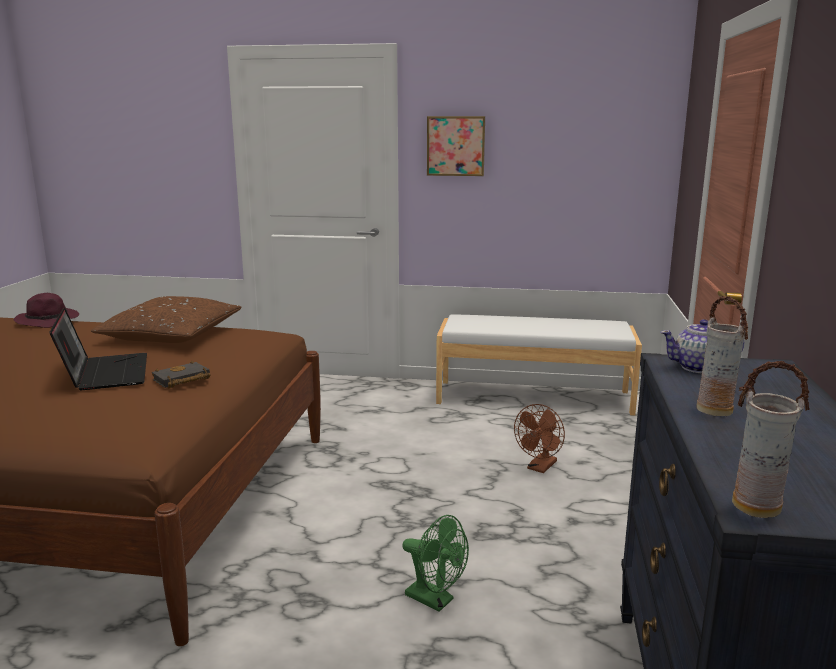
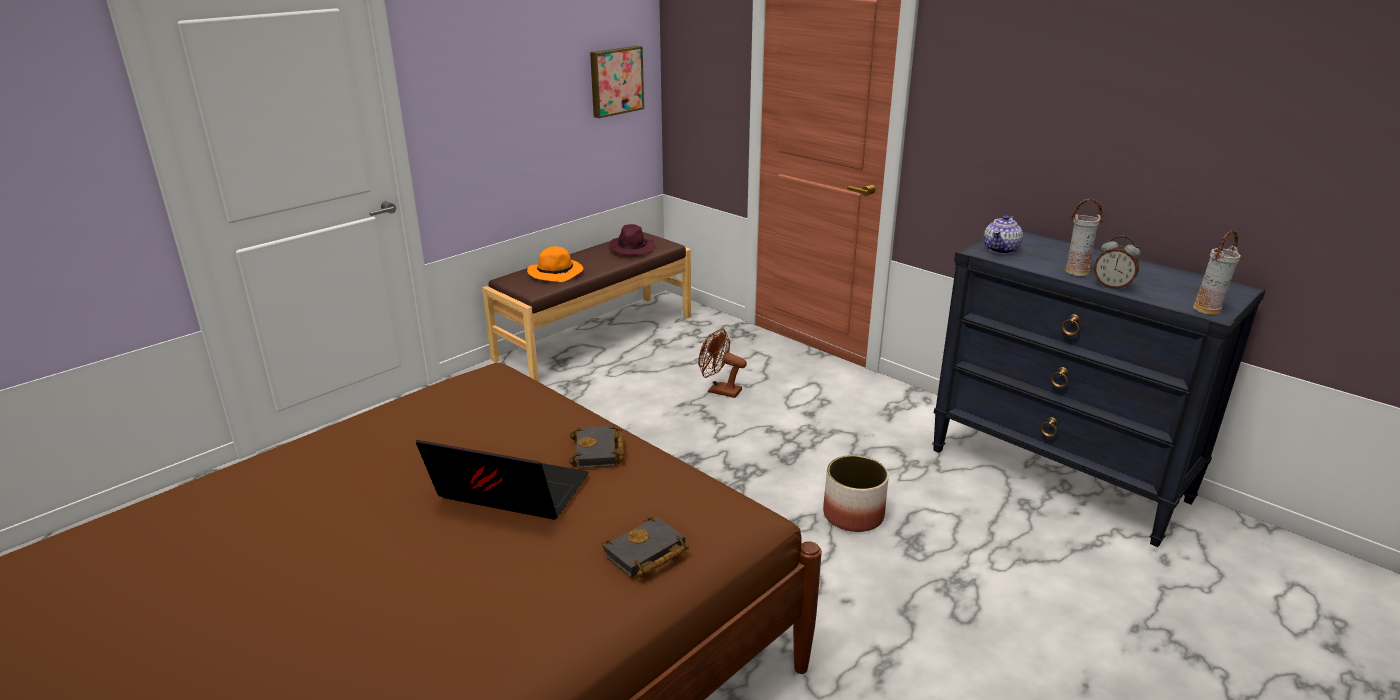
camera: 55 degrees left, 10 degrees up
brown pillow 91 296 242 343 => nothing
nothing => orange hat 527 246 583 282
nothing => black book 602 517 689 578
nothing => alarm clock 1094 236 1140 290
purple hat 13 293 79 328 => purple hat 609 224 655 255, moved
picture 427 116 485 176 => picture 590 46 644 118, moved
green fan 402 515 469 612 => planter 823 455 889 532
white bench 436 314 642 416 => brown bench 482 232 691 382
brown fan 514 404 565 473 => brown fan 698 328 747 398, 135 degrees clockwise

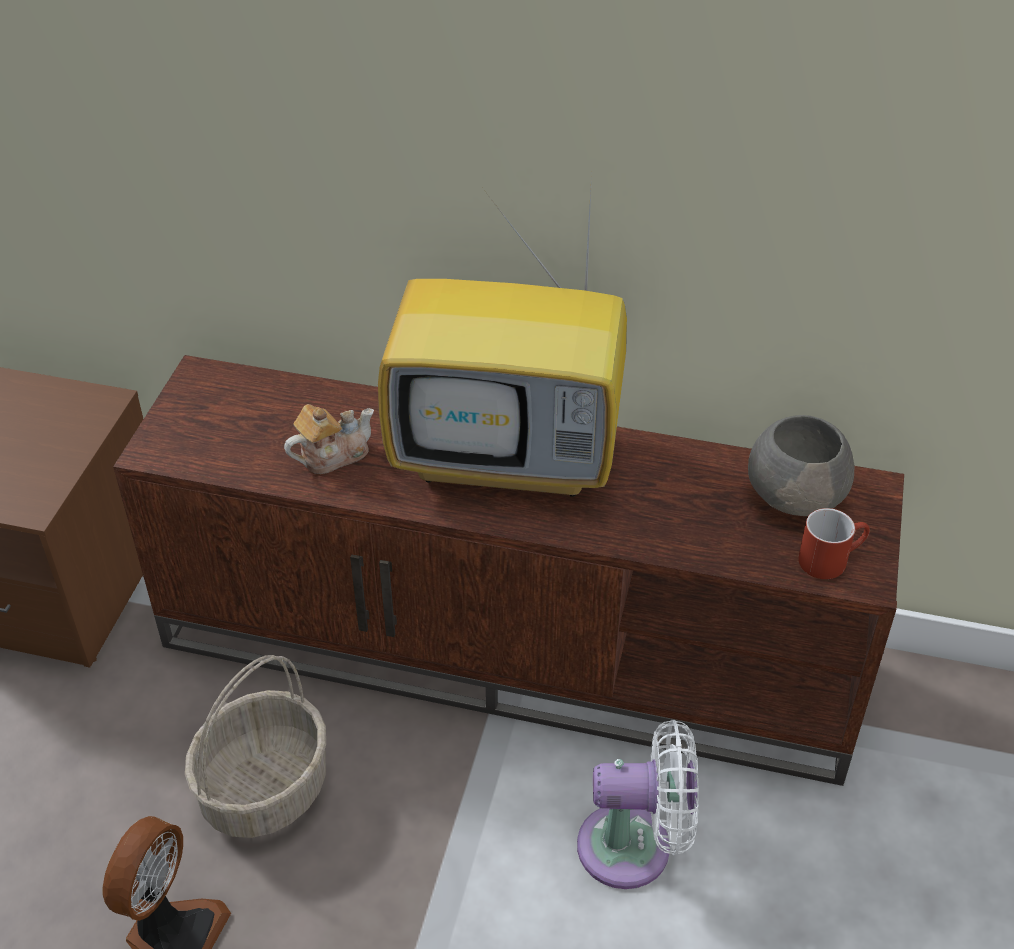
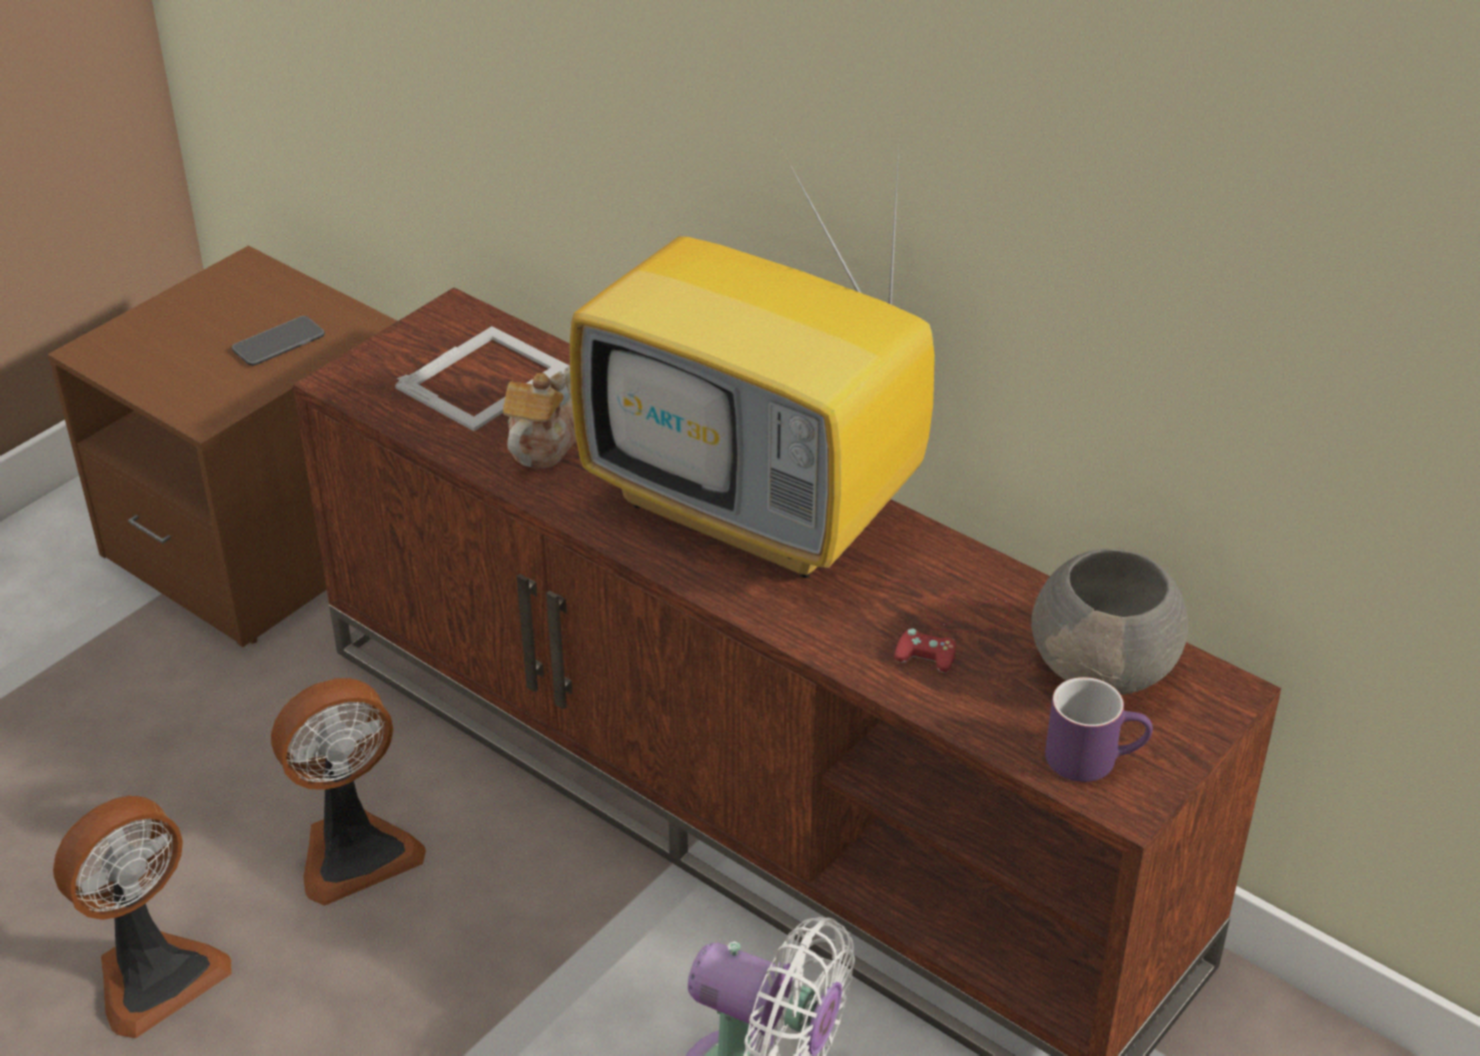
camera: 25 degrees right, 5 degrees down
nothing => phone 232 316 325 366
nothing => picture frame 395 326 569 431
nothing => red game controller 884 581 1010 673
basket 185 655 326 838 => fan 271 678 426 906
red mug 798 508 870 579 => purple mug 1045 677 1153 782
teapot 284 404 374 474 => teapot 503 366 576 469, 60 degrees counterclockwise

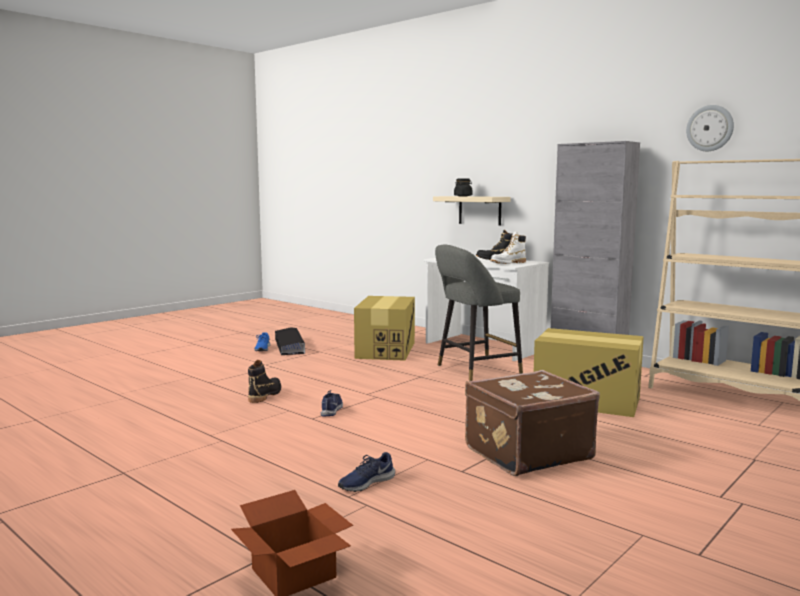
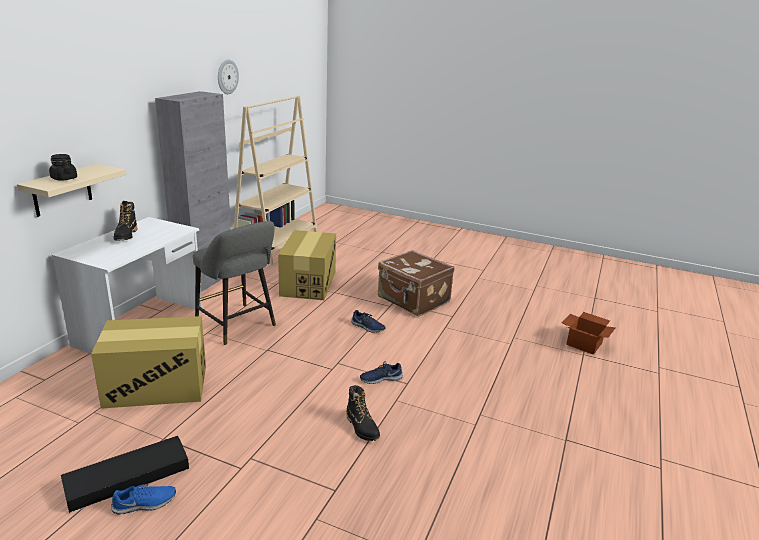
camera: 110 degrees left, 15 degrees up
white boot 490 232 526 264 => nothing
blue shoe 338 452 395 492 => blue shoe 351 310 385 333, moved
black boot 248 360 281 403 => black boot 346 385 380 441, 120 degrees counterclockwise

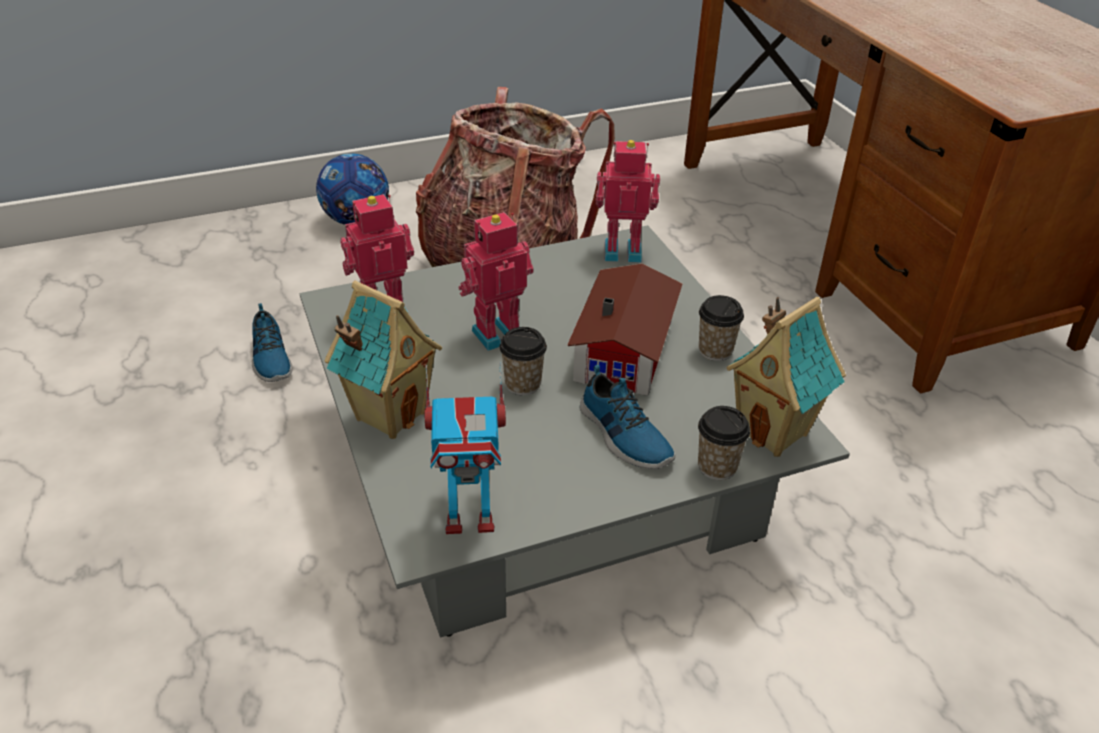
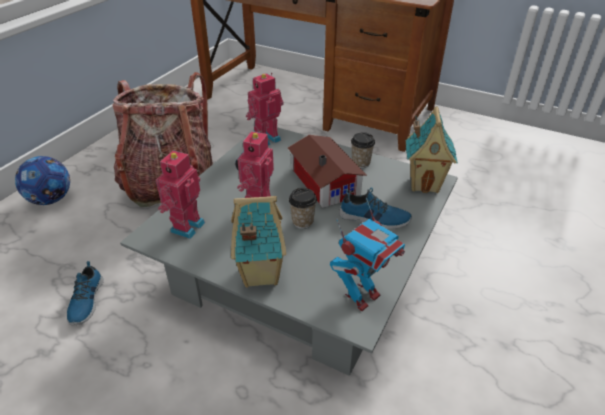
camera: 40 degrees left, 0 degrees up
cup 698 406 750 480 => nothing
shoe 252 303 293 382 => shoe 67 261 104 325, 60 degrees clockwise

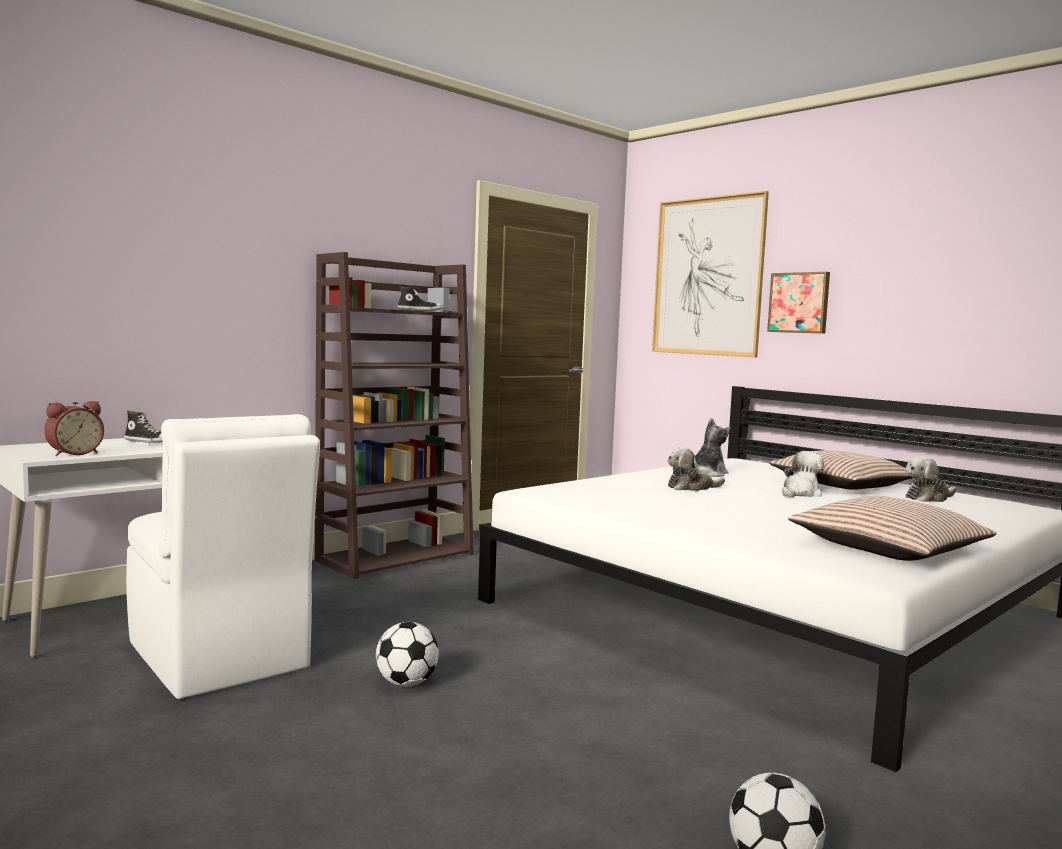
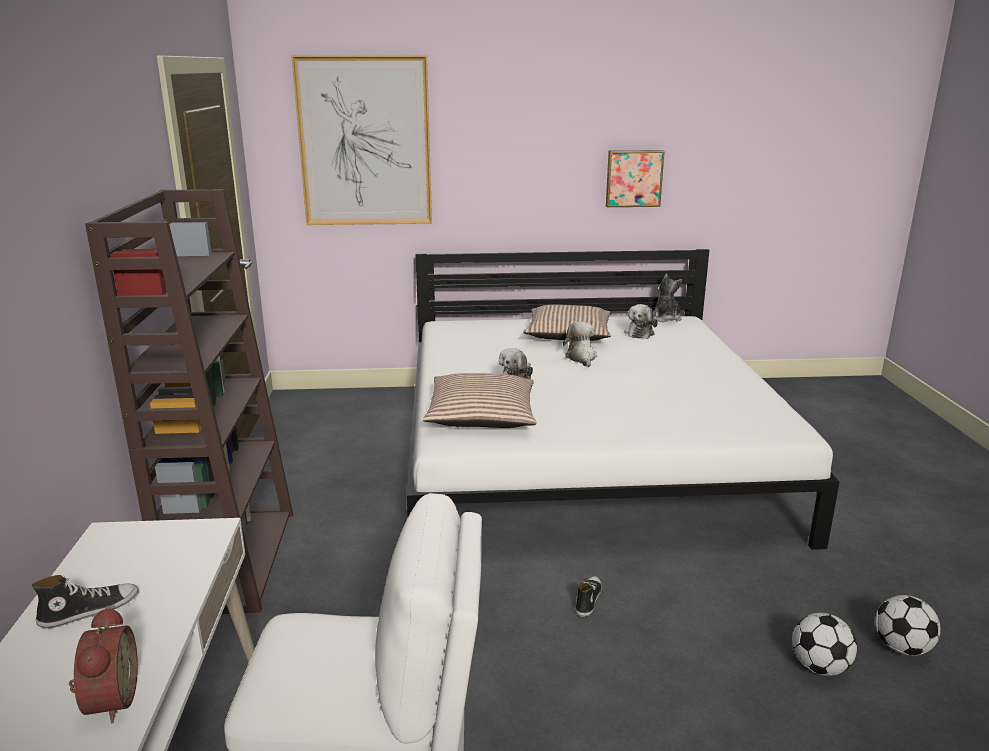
camera: 50 degrees left, 15 degrees up
football 376 622 439 687 => football 792 613 857 676, moved
shoe 397 286 443 311 => shoe 575 576 602 617, moved
plush toy 694 418 730 477 => plush toy 653 274 682 322, moved
picture 767 272 830 334 => picture 606 150 665 207, moved
pillow 788 496 996 561 => pillow 423 373 536 428, moved

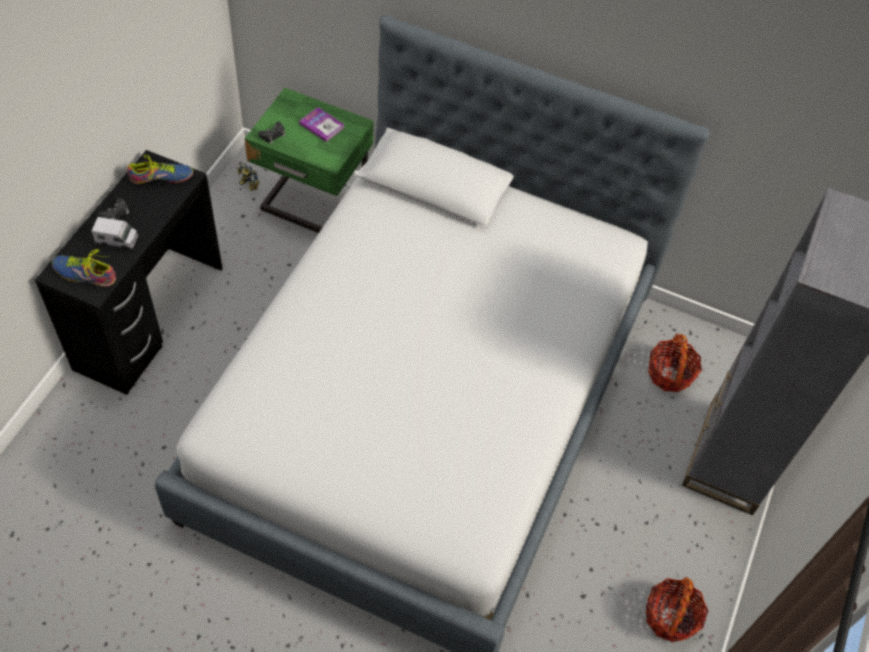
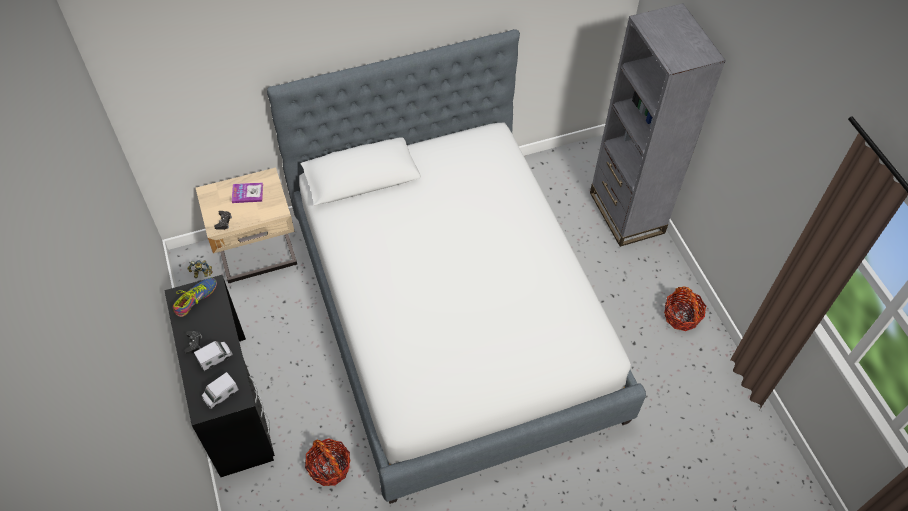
camera: 40 degrees left, 0 degrees up
basket 648 333 702 392 => basket 305 438 350 486, moved
shoe 52 249 116 287 => toy truck 202 372 239 409
green nightstand 245 88 374 233 => beige nightstand 196 168 297 283

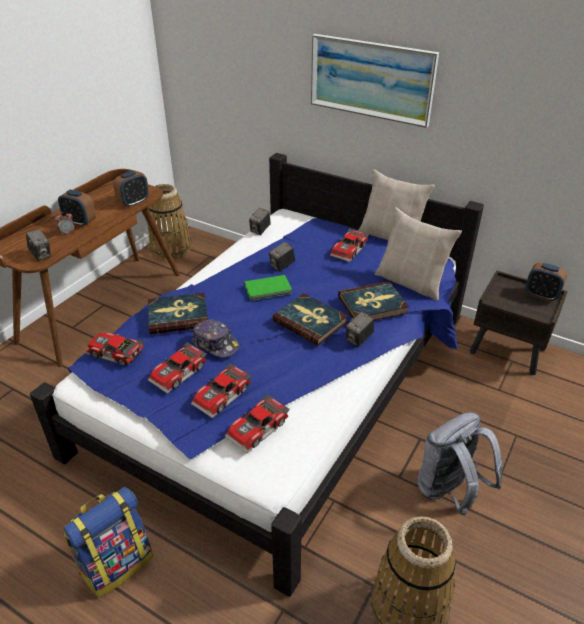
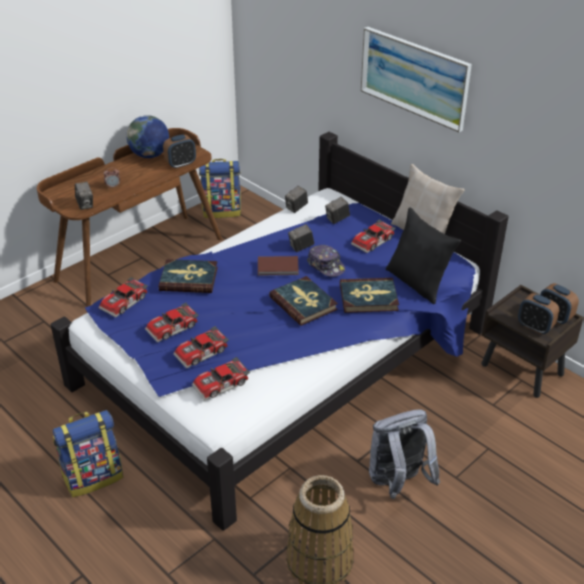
camera: 15 degrees right, 0 degrees up
nothing => globe 126 115 169 158
alarm clock 58 190 96 227 => alarm clock 518 293 559 334, moved
cap 192 319 239 357 => cap 307 245 345 277, moved
photo camera 346 311 374 347 => photo camera 325 197 350 224, moved
basket 148 184 192 260 => backpack 199 159 241 218
green book 244 275 292 301 => brown book 258 256 299 276
beige pillow 375 208 462 301 => black pillow 386 208 461 304
toy car 85 333 144 366 => toy car 99 277 148 318, 90 degrees counterclockwise

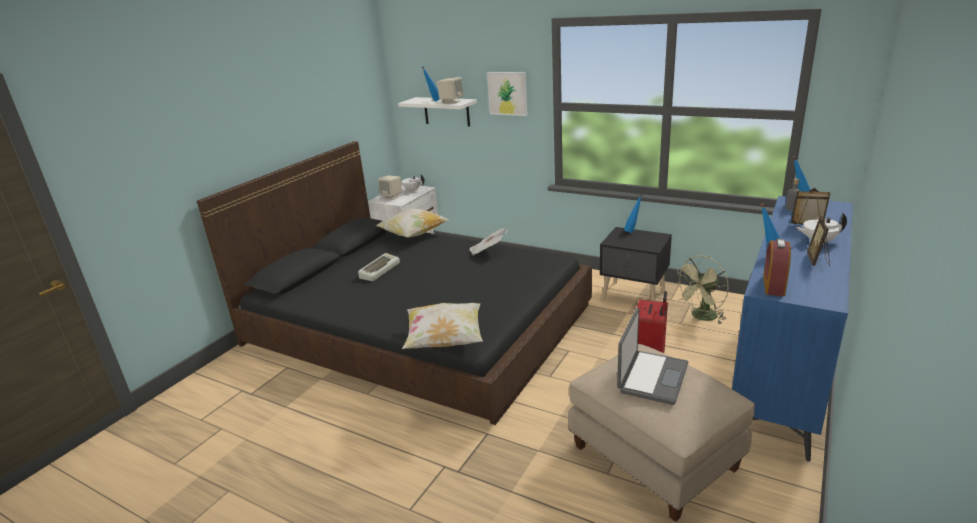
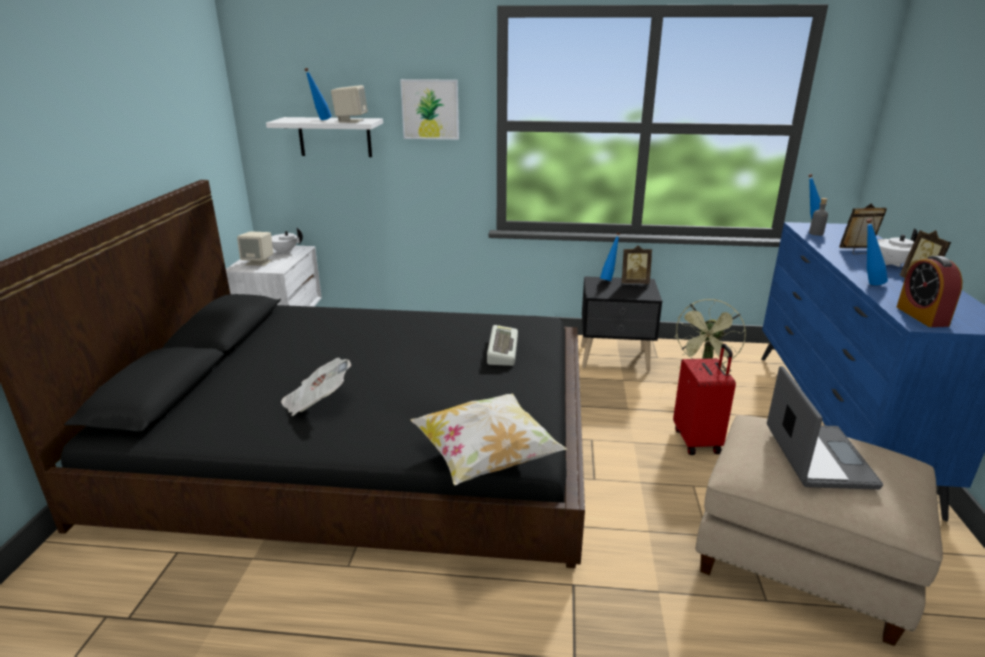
camera: 25 degrees left, 0 degrees up
pillow 376 209 449 238 => nothing
nothing => picture frame 622 245 652 283
keyboard 358 253 400 281 => keyboard 487 325 518 366, moved
newspaper 470 228 508 256 => newspaper 281 357 351 416, moved

